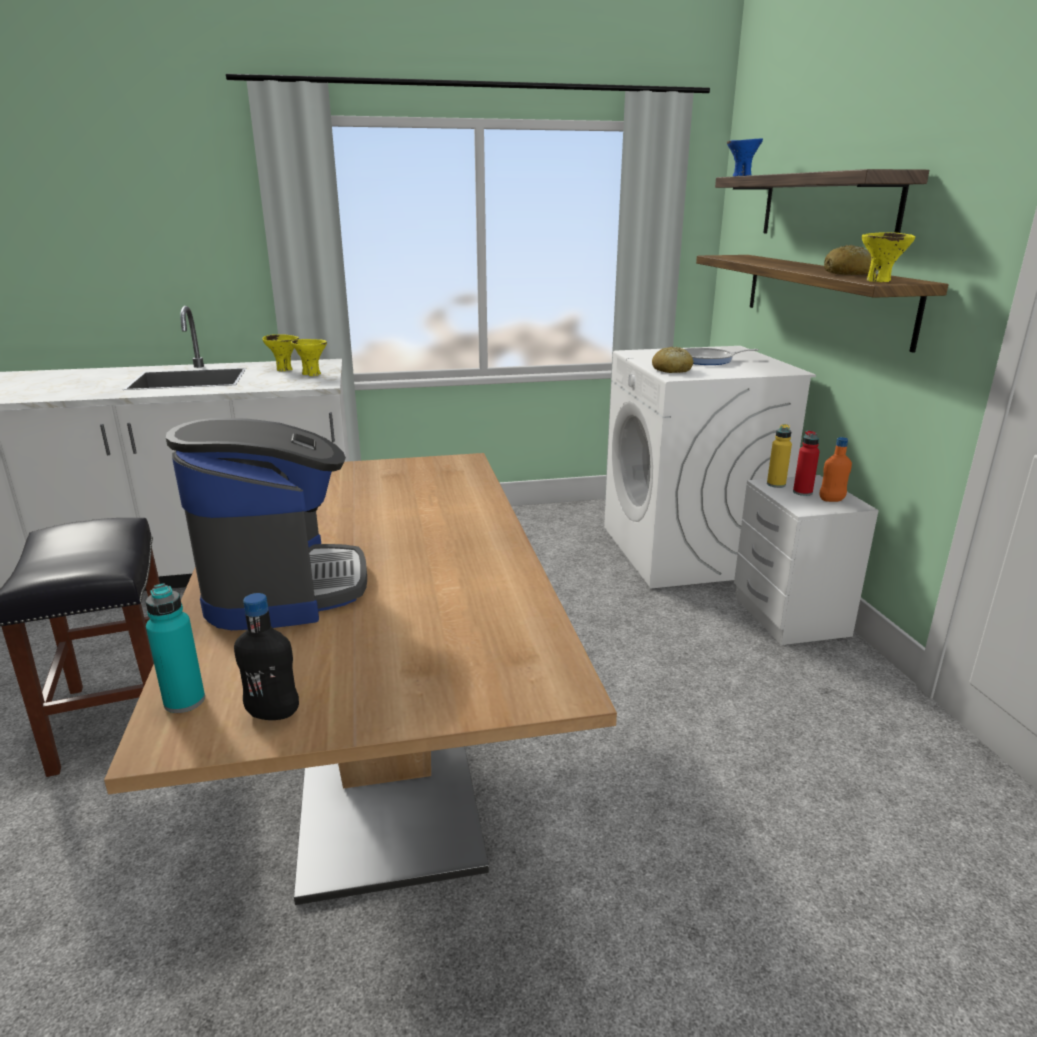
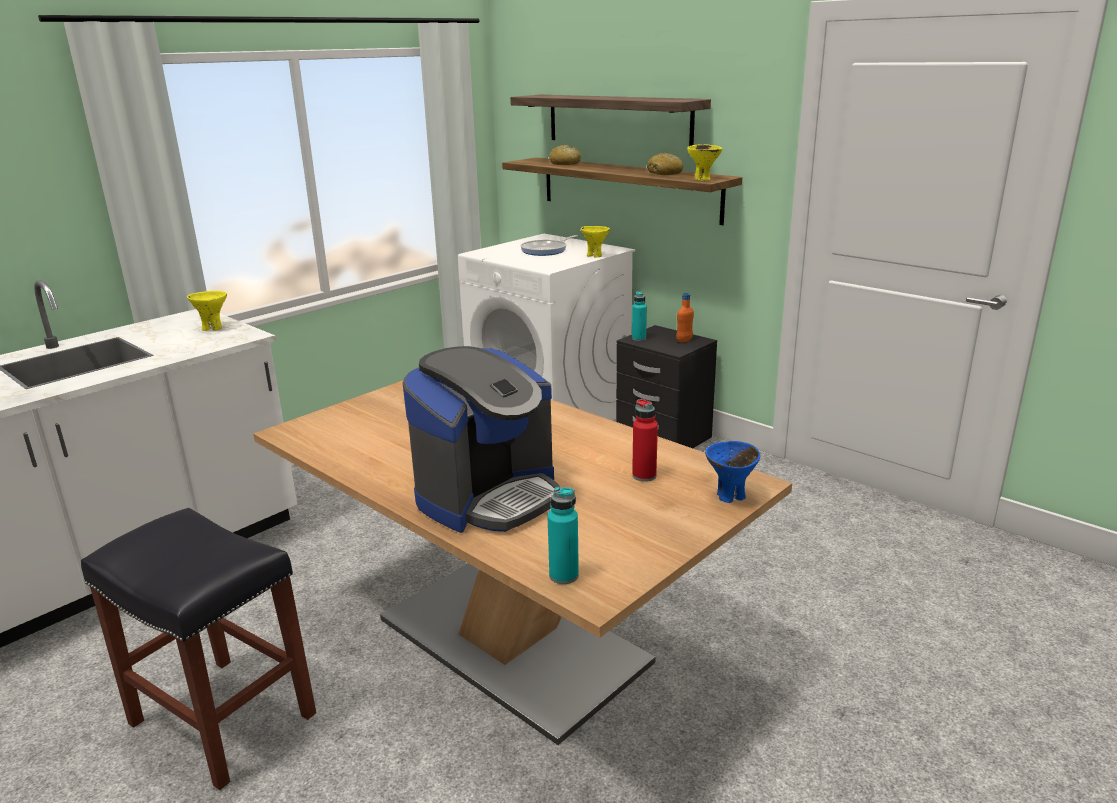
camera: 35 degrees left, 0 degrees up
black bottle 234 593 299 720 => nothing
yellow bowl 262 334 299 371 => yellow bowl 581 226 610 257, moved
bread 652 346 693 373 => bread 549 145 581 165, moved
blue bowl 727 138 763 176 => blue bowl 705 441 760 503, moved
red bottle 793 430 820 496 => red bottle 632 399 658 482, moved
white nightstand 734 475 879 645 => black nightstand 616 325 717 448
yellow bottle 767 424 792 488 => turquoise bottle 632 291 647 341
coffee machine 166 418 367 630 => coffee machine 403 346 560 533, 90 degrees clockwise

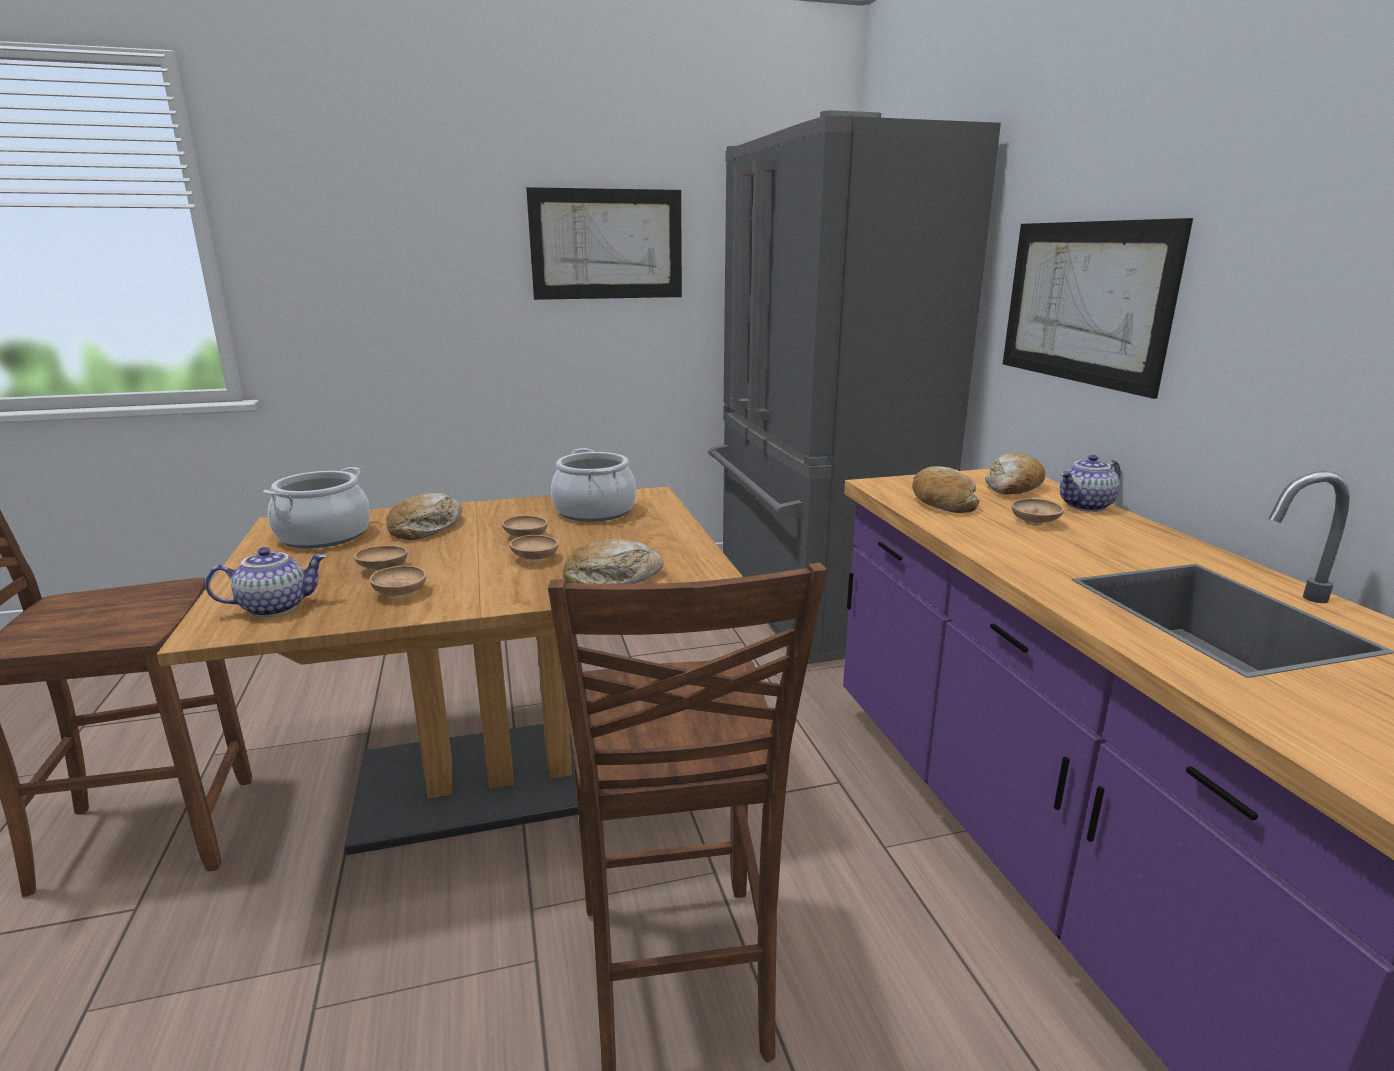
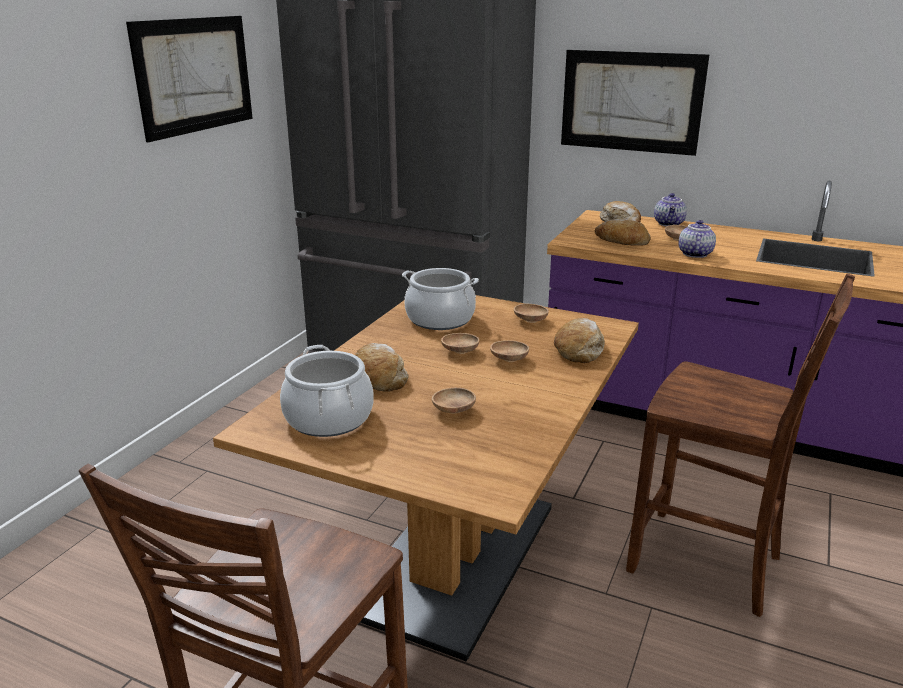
camera: 50 degrees left, 5 degrees up
teapot 205 547 327 617 => teapot 679 220 716 258, moved
brown bowl 369 566 426 598 => brown bowl 514 304 549 323, moved

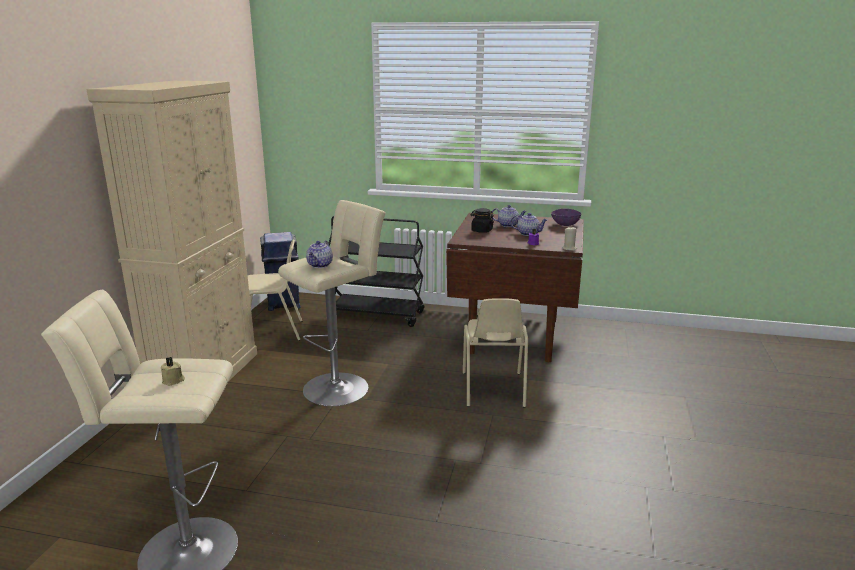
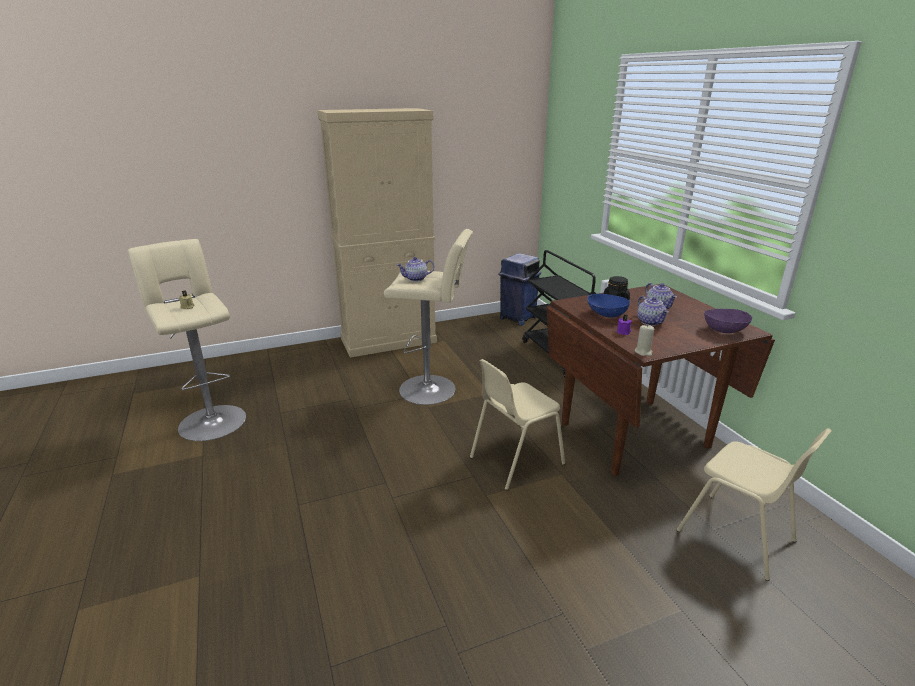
camera: 55 degrees right, 5 degrees up
nothing => blue bowl 587 294 630 318
beige chair 248 240 302 341 => beige chair 677 428 832 581, moved

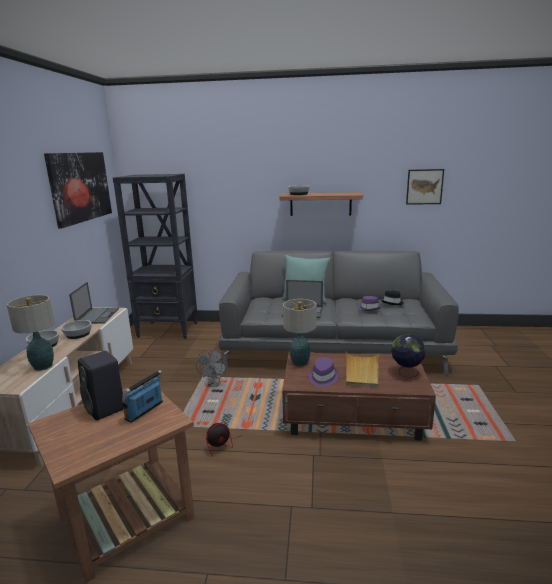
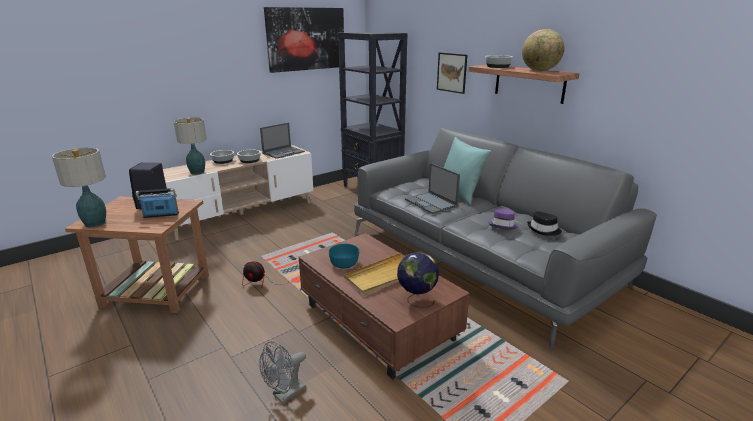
camera: 45 degrees right, 5 degrees up
nothing => globe 522 29 564 71
grey fan 196 349 228 387 => grey fan 259 341 306 404, moved
table lamp 283 299 316 366 => table lamp 52 148 106 228, moved
picture 406 169 444 205 => picture 437 53 467 94, moved
purple hat 309 357 338 387 => turquoise bowl 329 244 359 269

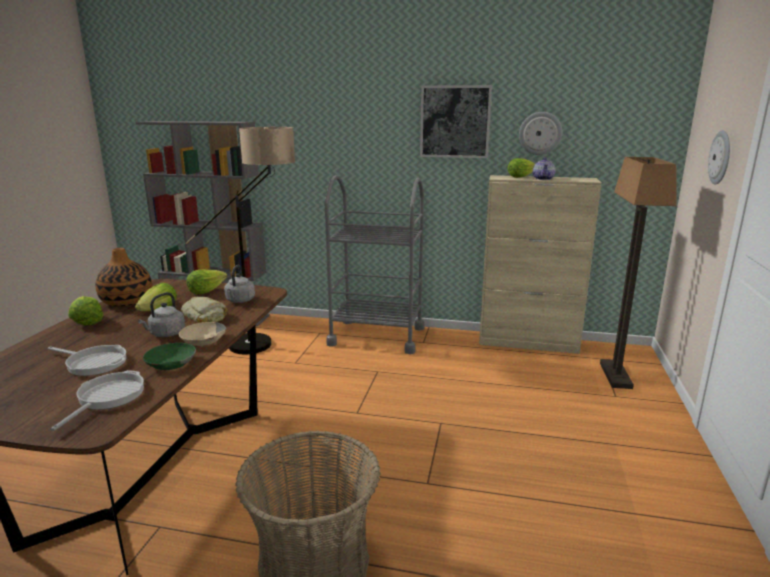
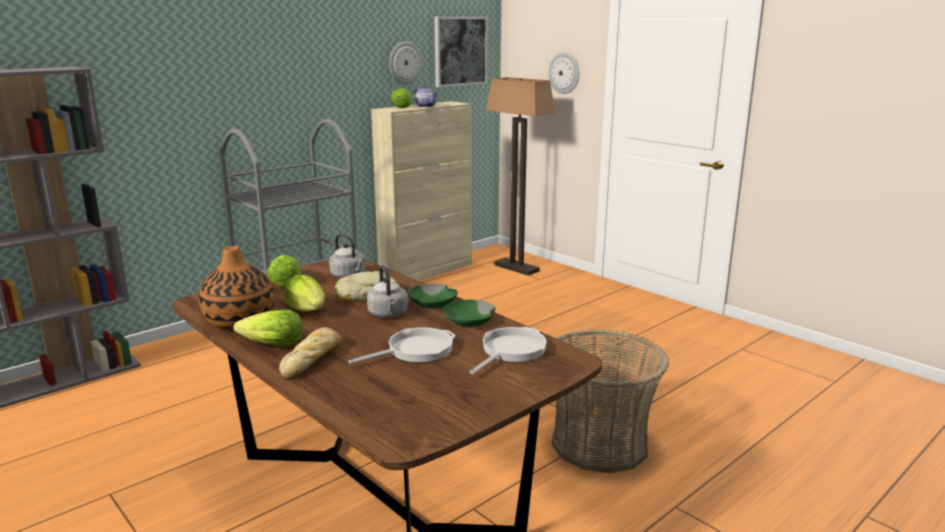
camera: 55 degrees left, 0 degrees up
floor lamp 186 127 295 355 => nothing
nothing => bread 279 327 341 379
picture 420 85 492 158 => picture 434 17 488 87, moved
beige bowl 179 322 226 346 => green bowl 408 283 458 308
frying pan 50 370 144 431 => frying pan 470 327 547 374, 75 degrees clockwise

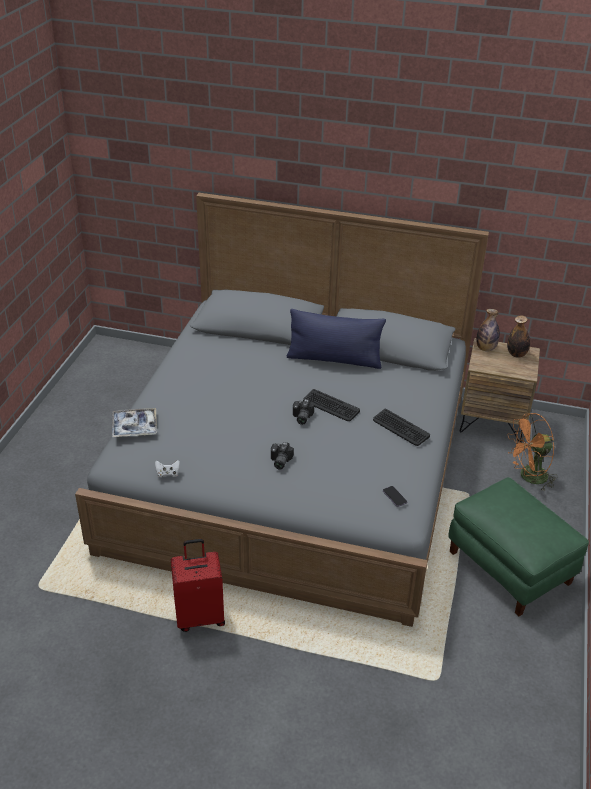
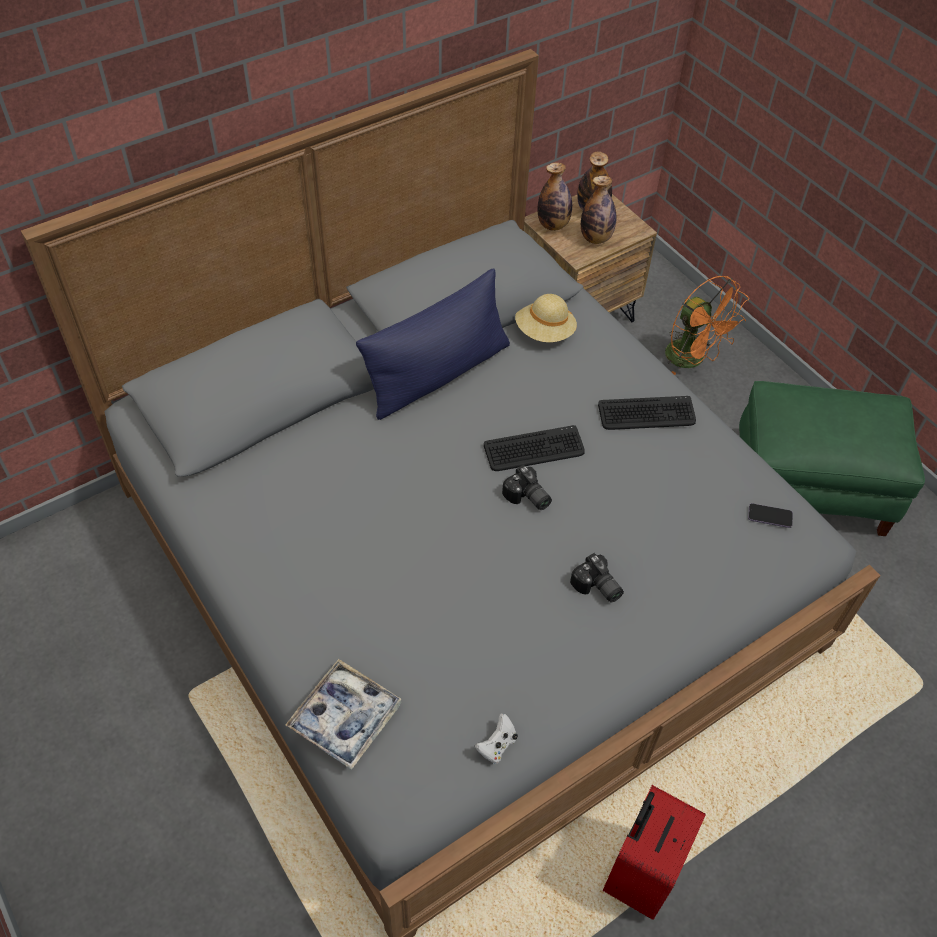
camera: 50 degrees left, 15 degrees up
nothing => beige hat 515 294 577 342
nothing => bottle 581 176 616 244
orange fan 508 413 558 492 => orange fan 665 276 749 375, 60 degrees counterclockwise

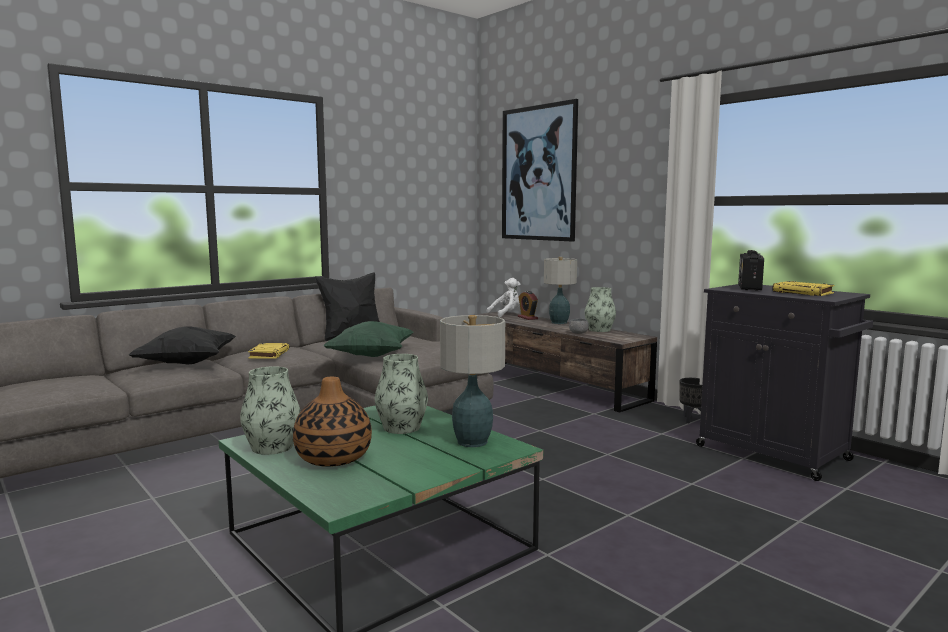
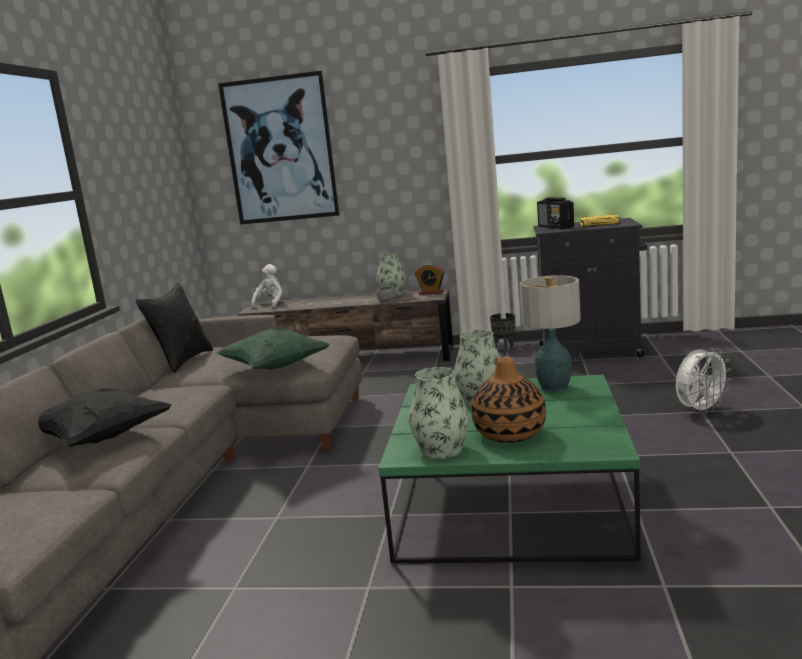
camera: 40 degrees left, 5 degrees up
yellow book 248 343 290 358 => nothing
table lamp 544 257 577 324 => nothing
nothing => white fan 676 348 731 415
alarm clock 518 291 538 320 => alarm clock 415 264 445 295, moved

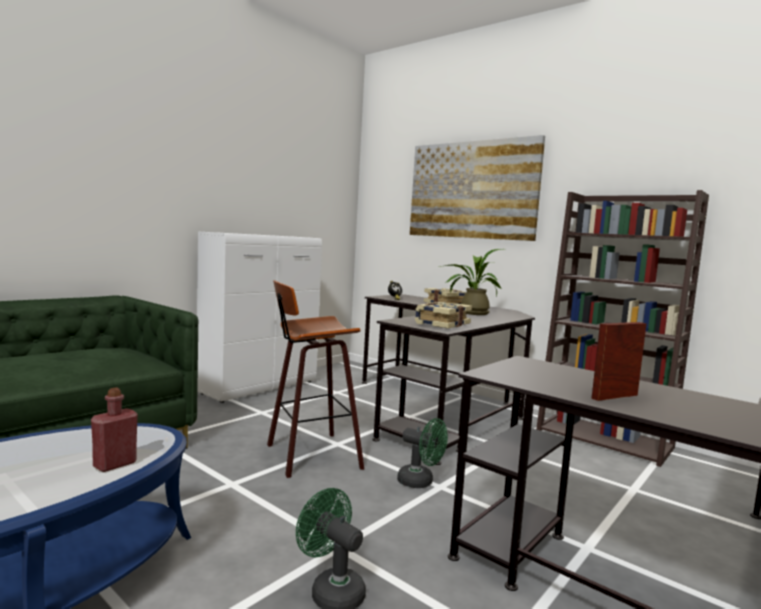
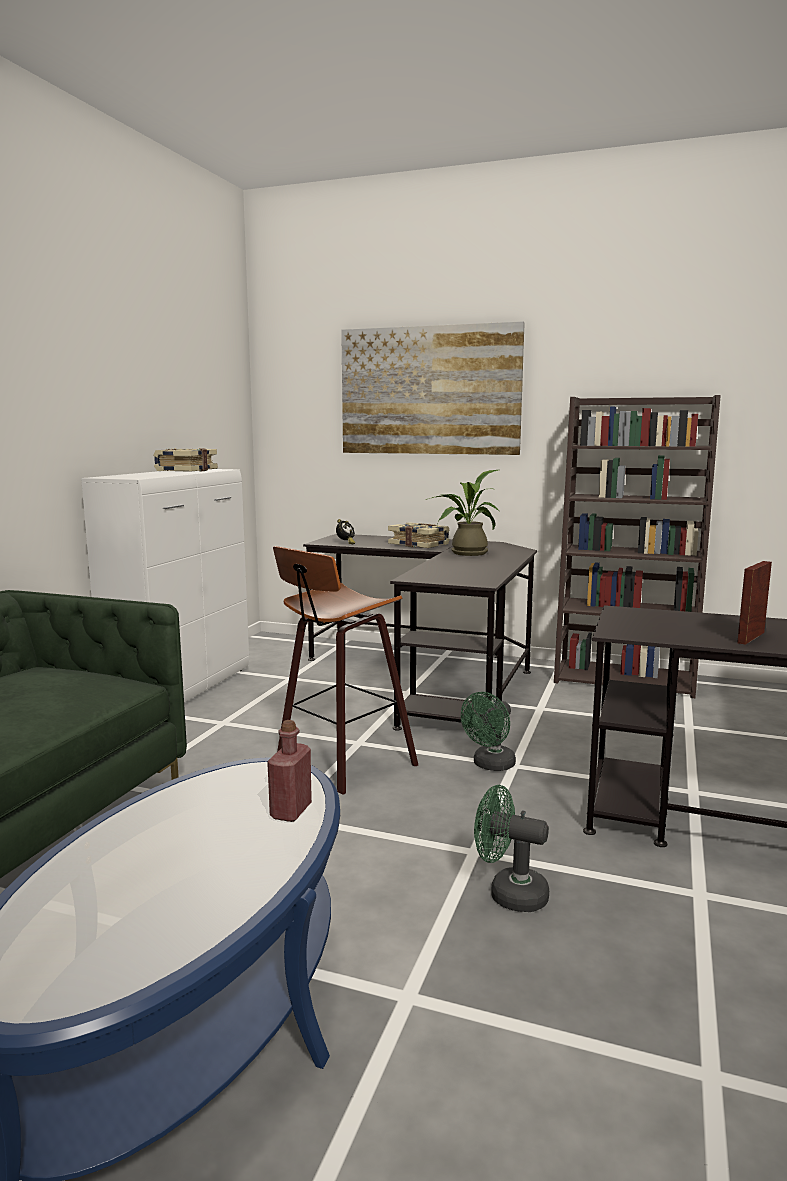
camera: 20 degrees left, 5 degrees up
book 415 302 472 329 => book 153 448 218 472, moved
green fan 397 418 448 488 => green fan 461 692 516 771, 120 degrees clockwise

